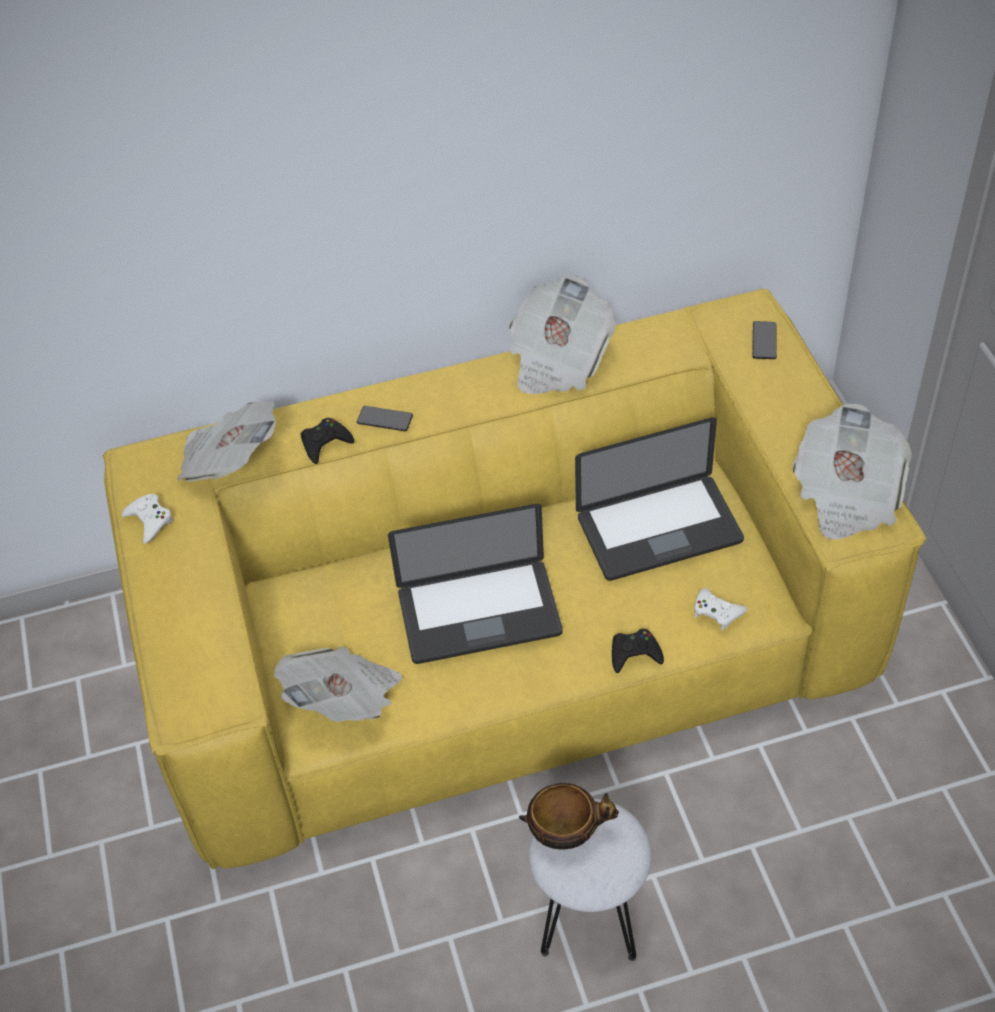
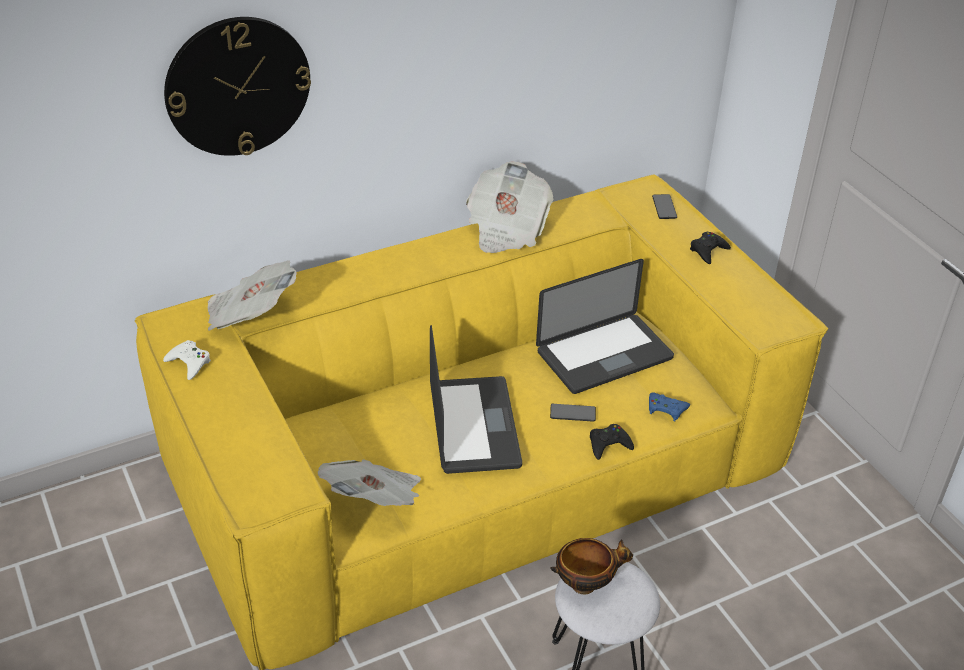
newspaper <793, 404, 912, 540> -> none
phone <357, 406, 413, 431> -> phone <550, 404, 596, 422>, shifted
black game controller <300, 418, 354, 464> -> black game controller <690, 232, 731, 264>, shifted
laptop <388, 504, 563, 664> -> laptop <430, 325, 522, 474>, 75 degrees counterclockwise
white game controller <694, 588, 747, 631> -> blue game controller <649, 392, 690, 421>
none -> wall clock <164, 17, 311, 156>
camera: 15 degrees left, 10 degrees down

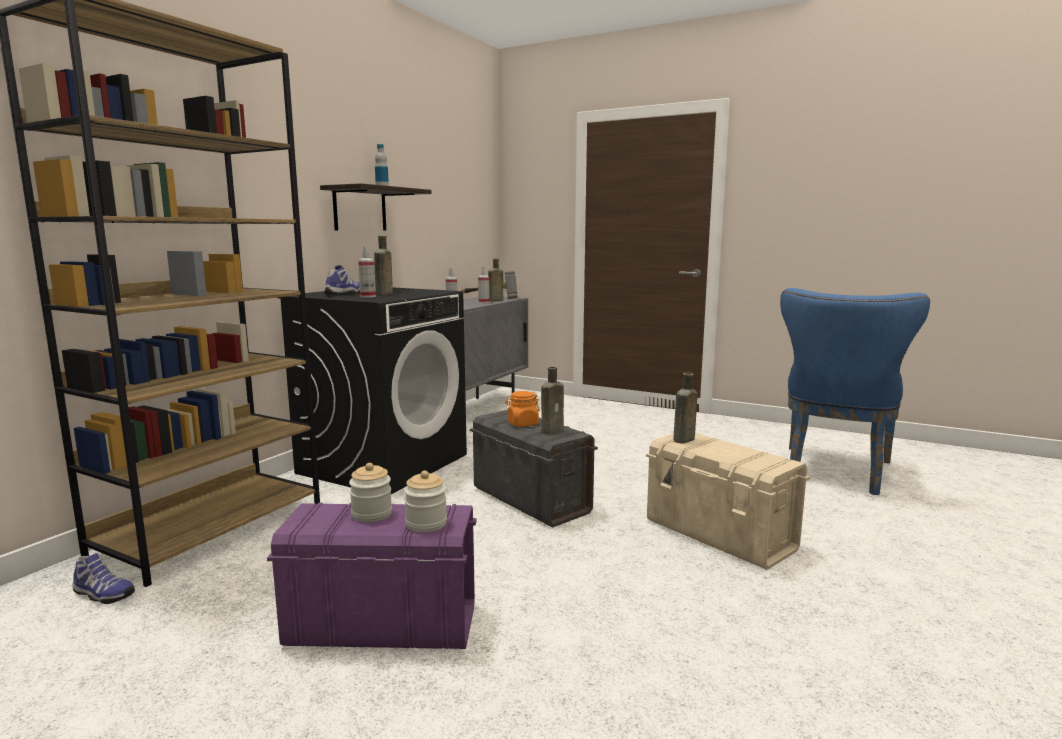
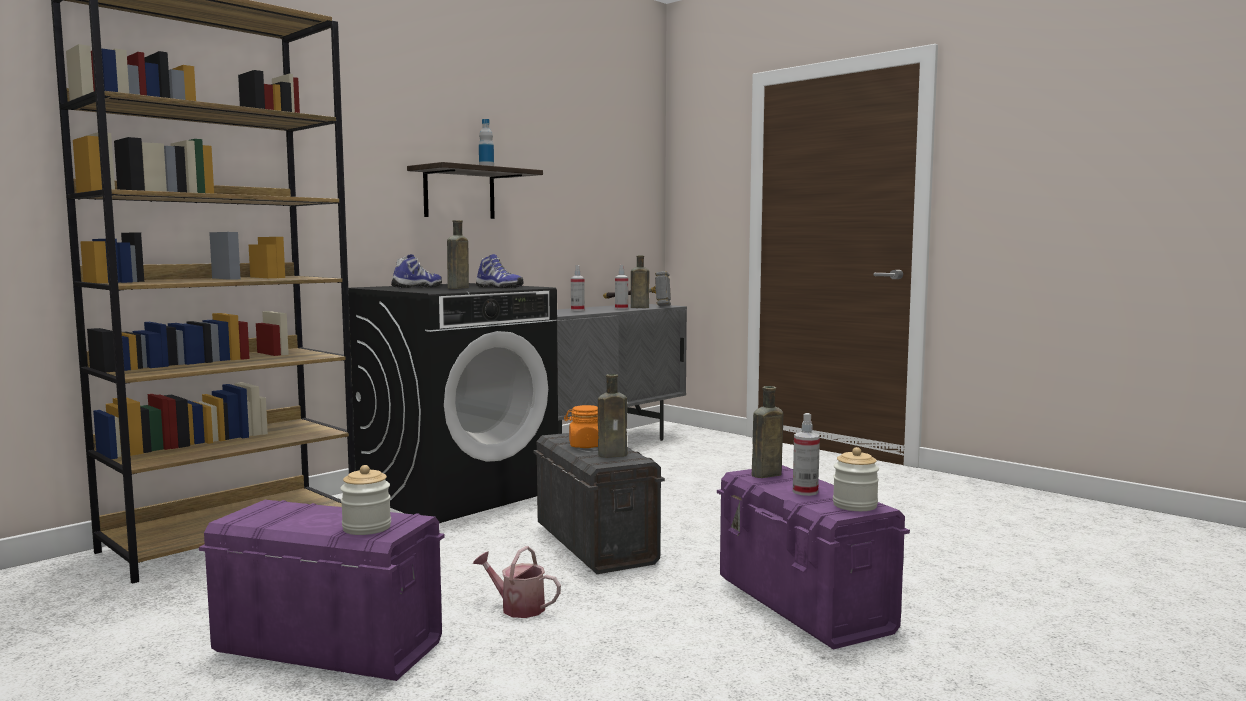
spray bottle <358, 246, 376, 298> -> spray bottle <793, 413, 820, 496>, shifted
blue chair <780, 288, 930, 495> -> none
beige storage box <646, 433, 810, 570> -> purple storage box <717, 465, 910, 649>
jar <349, 463, 392, 522> -> jar <833, 447, 879, 511>, shifted
shoe <72, 553, 135, 604> -> shoe <476, 254, 524, 288>, shifted
none -> watering can <473, 546, 561, 618>
camera: 15 degrees right, 5 degrees down

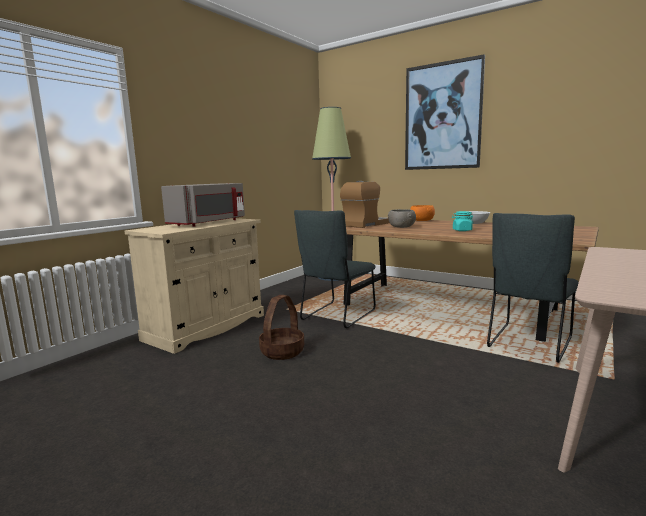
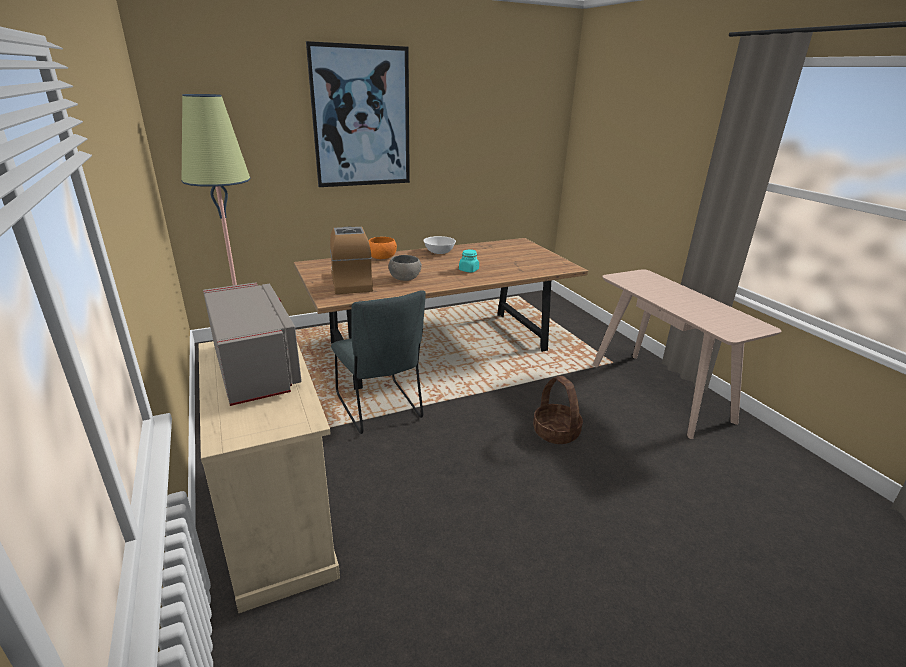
grey chair <487, 213, 579, 363> -> none
basket <259, 295, 304, 360> -> basket <533, 376, 583, 444>, shifted
camera: 60 degrees left, 15 degrees up

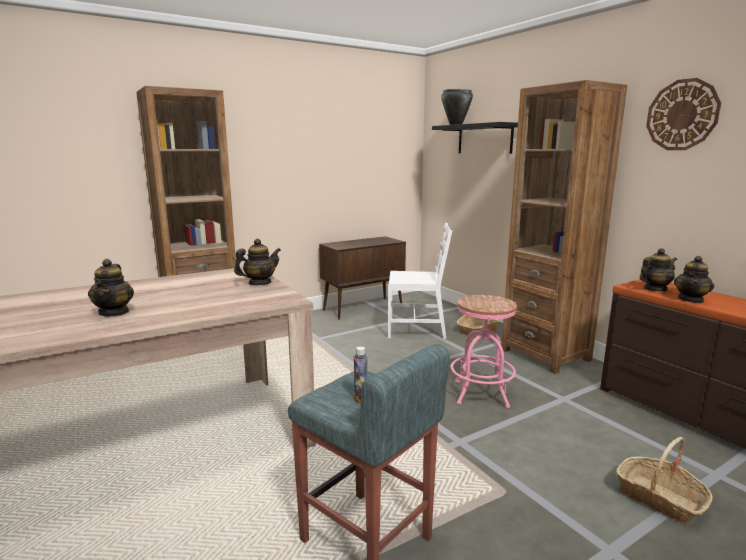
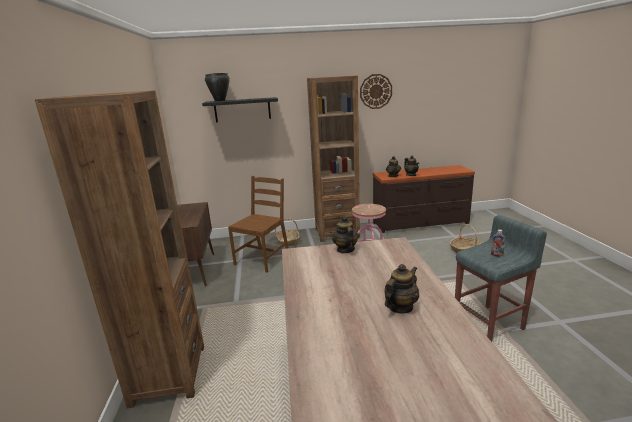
white chair <388, 223, 452, 339> -> brown chair <228, 176, 289, 273>
teapot <88, 259, 134, 317> -> teapot <385, 264, 419, 314>, 60 degrees counterclockwise
camera: 65 degrees left, 5 degrees up

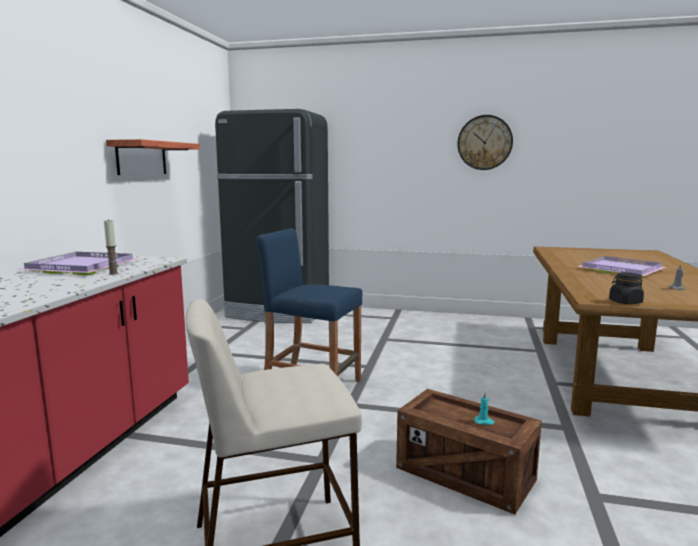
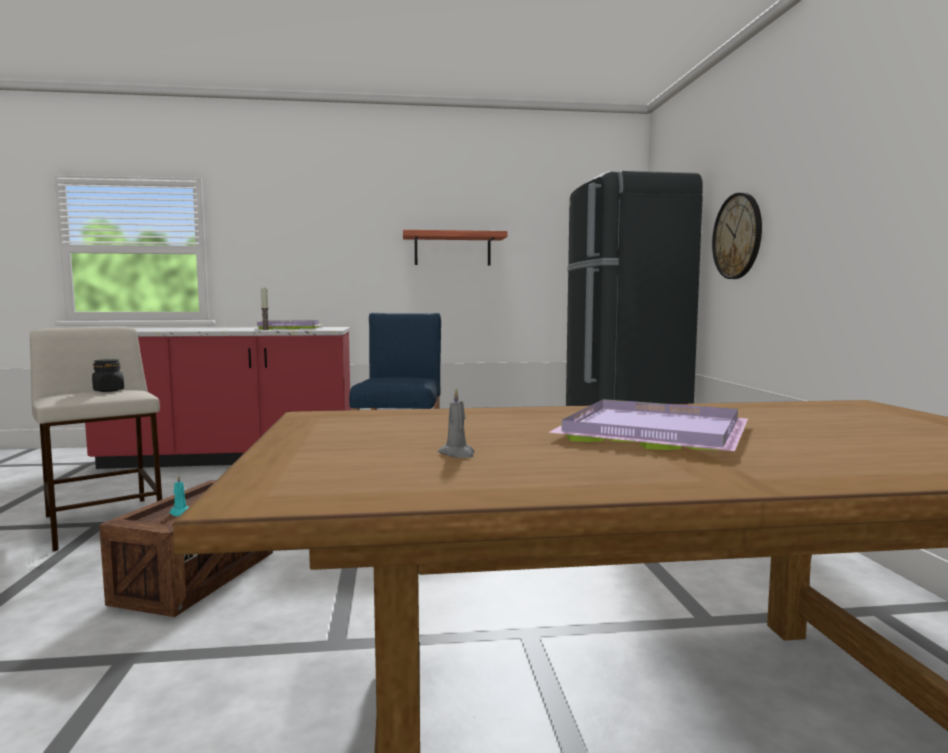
wall clock <457, 115, 513, 170> -> wall clock <712, 193, 762, 279>, shifted
black jar <609, 272, 644, 304> -> black jar <92, 359, 124, 392>, shifted
camera: 70 degrees right, 5 degrees down

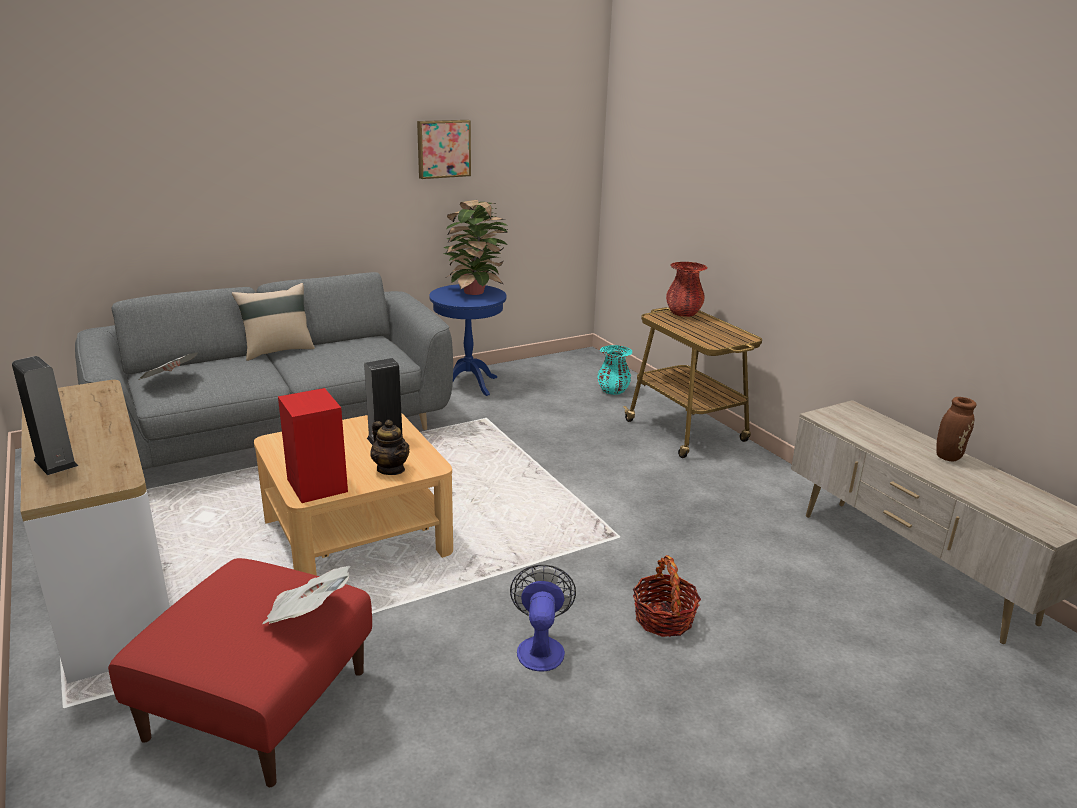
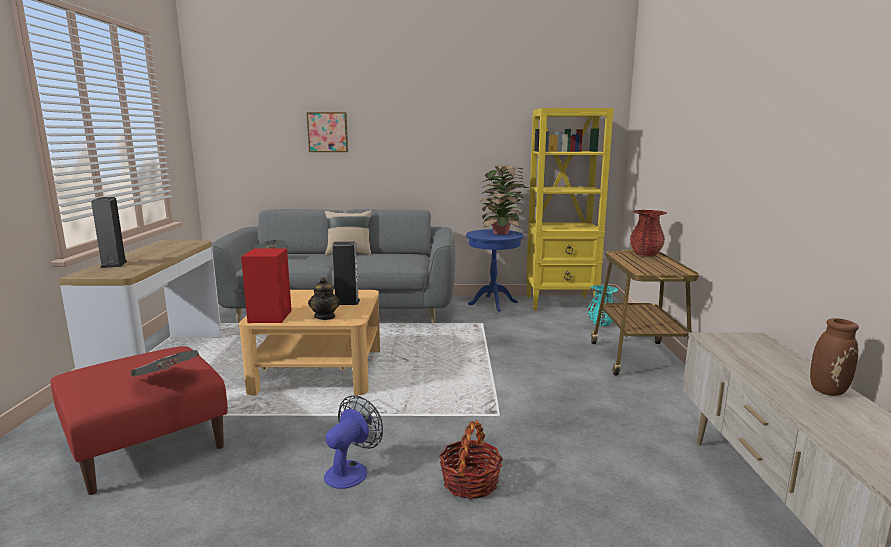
picture <417, 120, 471, 179> -> picture <306, 112, 348, 152>, shifted
none -> yellow bookcase <526, 108, 614, 311>
camera: 30 degrees right, 10 degrees down

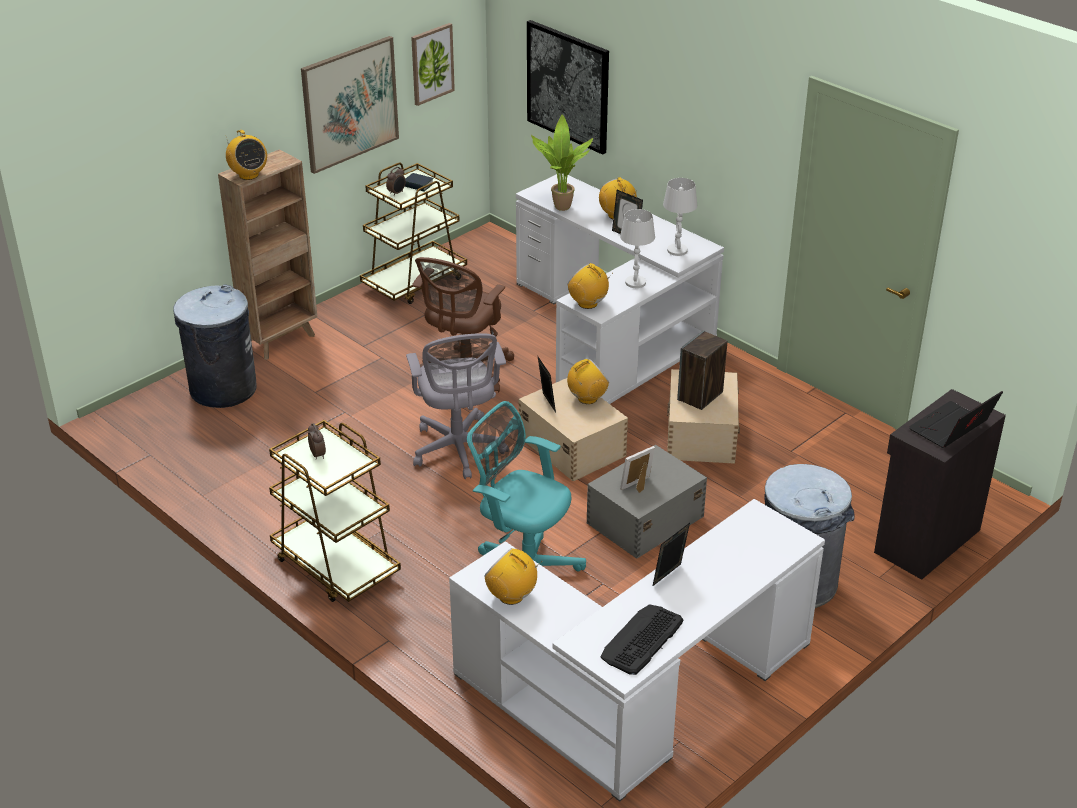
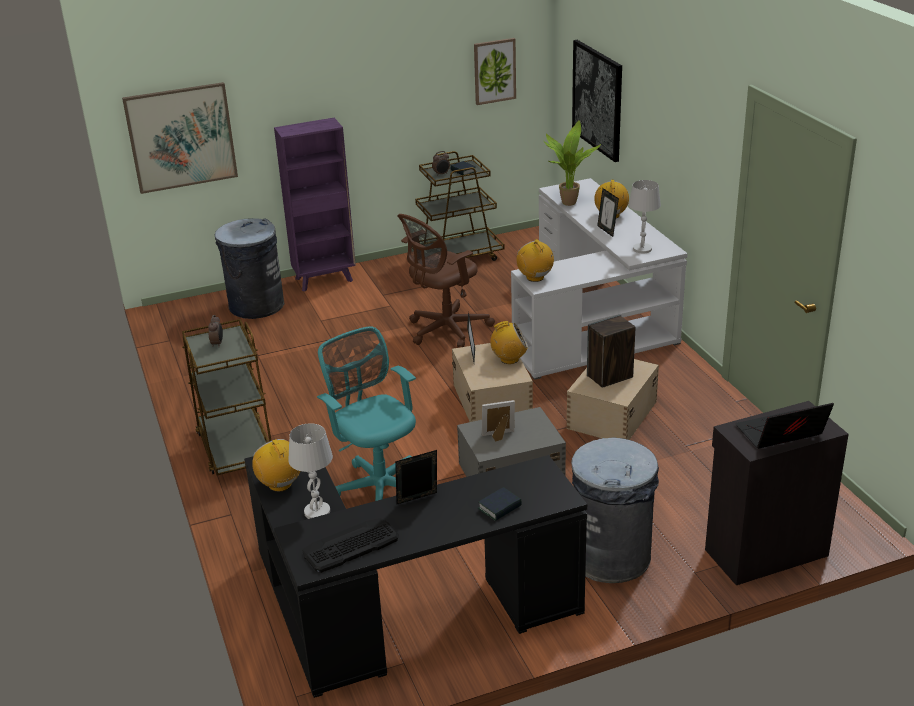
picture <301, 36, 399, 174> -> picture <122, 82, 238, 194>, shifted
radio <226, 130, 267, 180> -> none
brown bookcase <218, 149, 318, 360> -> purple bookcase <274, 118, 356, 291>
white table lamp <620, 209, 655, 288> -> white table lamp <288, 423, 333, 519>, shifted
grey office chair <406, 333, 506, 479> -> none
white desk <449, 499, 825, 802> -> black desk <244, 455, 587, 698>
none -> book <478, 487, 522, 521>
camera: 25 degrees right, 5 degrees down

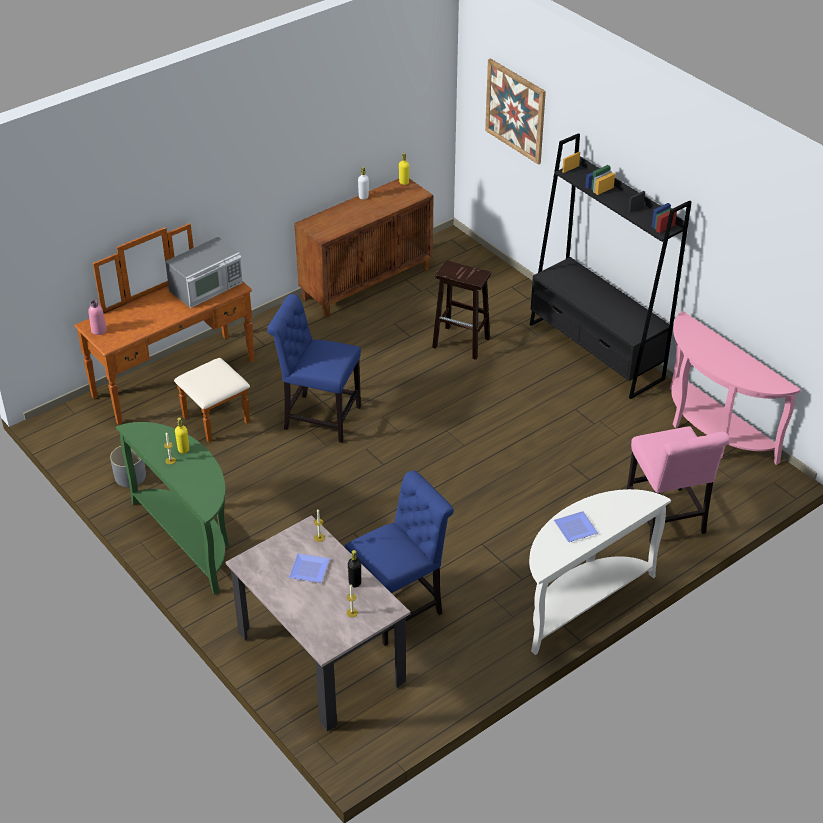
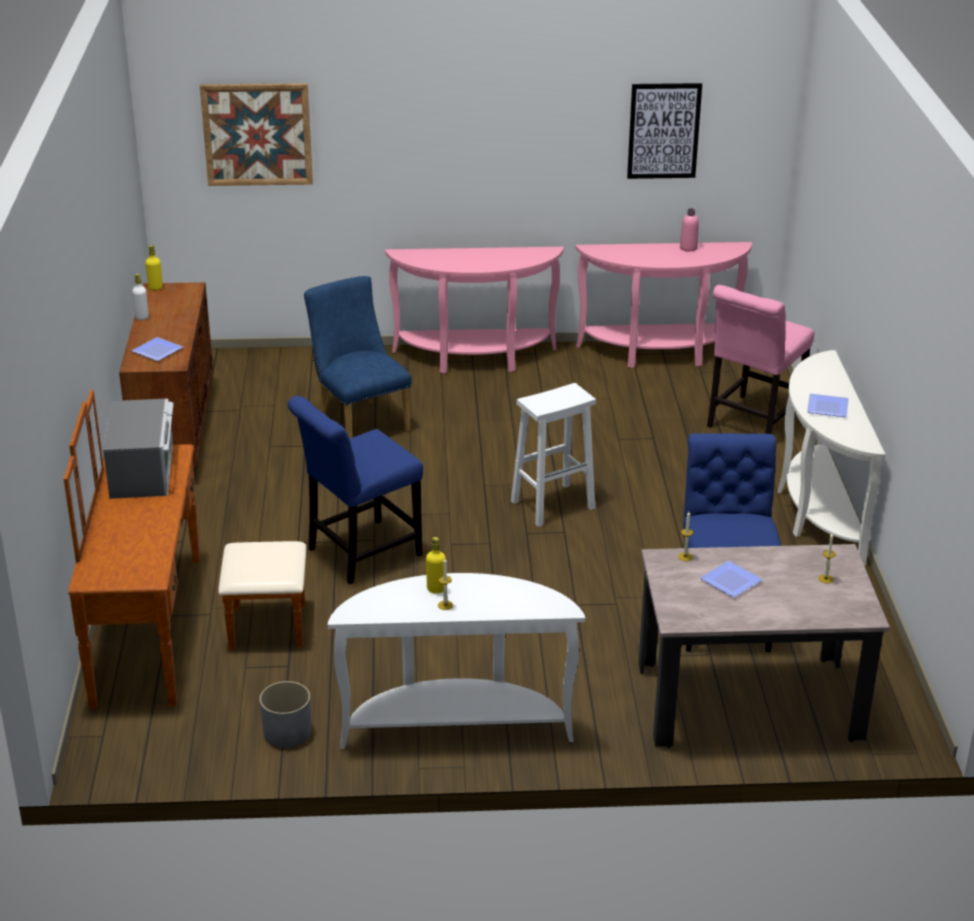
black bookcase <530, 133, 692, 399> -> pink console table <385, 247, 563, 374>
brown stool <432, 260, 491, 360> -> blue chair <304, 276, 412, 439>
pink bottle <89, 300, 107, 335> -> pink bottle <680, 208, 699, 251>, shifted
green console table <116, 422, 230, 594> -> white console table <328, 573, 585, 749>
pink chair <627, 426, 730, 543> -> pink chair <707, 285, 814, 434>, 105 degrees clockwise
black bottle <348, 550, 361, 587> -> none
none -> picture <627, 83, 702, 179>
none -> plate <131, 337, 183, 361>
none -> white stool <511, 383, 596, 527>
camera: 55 degrees left, 10 degrees down

